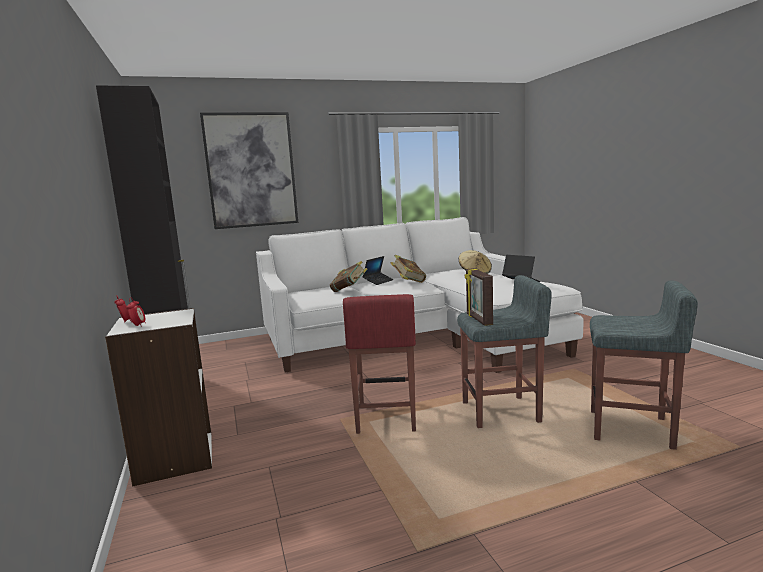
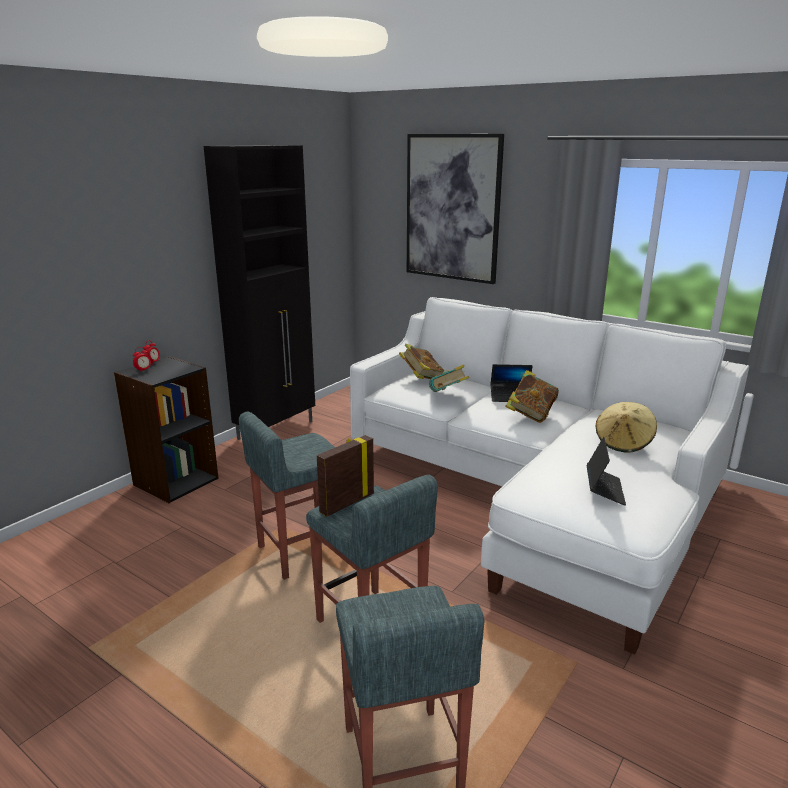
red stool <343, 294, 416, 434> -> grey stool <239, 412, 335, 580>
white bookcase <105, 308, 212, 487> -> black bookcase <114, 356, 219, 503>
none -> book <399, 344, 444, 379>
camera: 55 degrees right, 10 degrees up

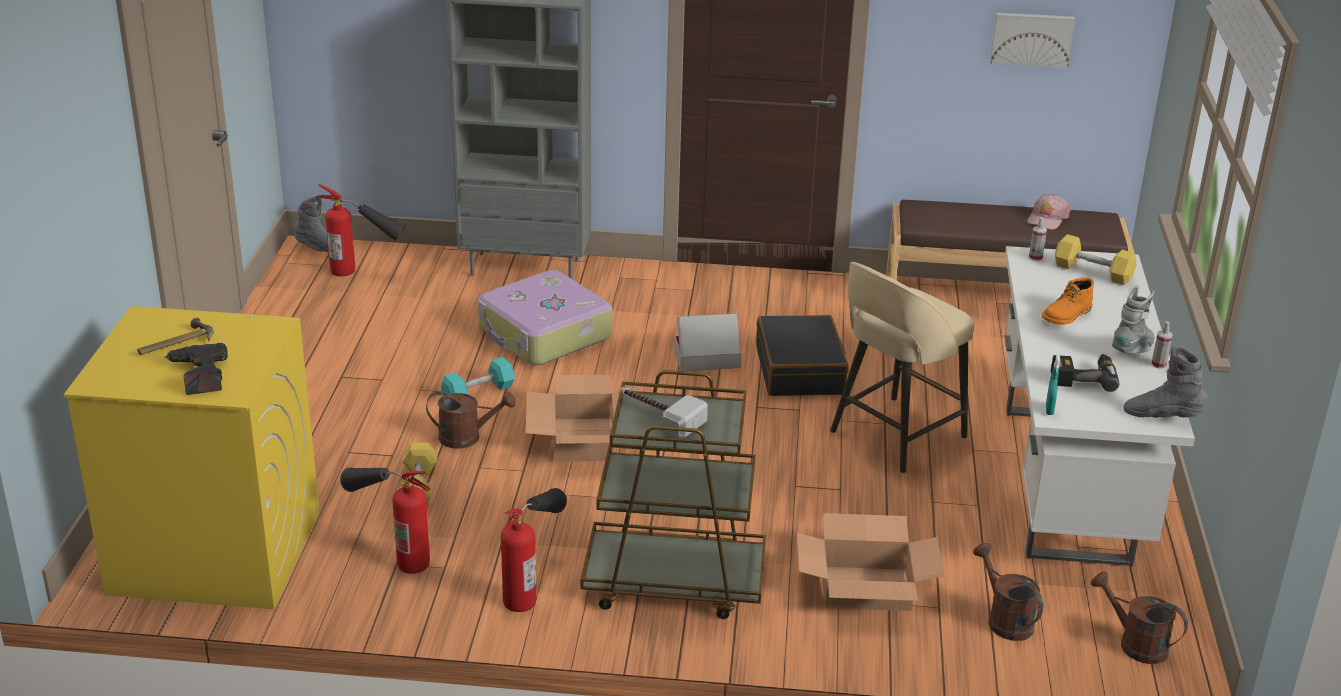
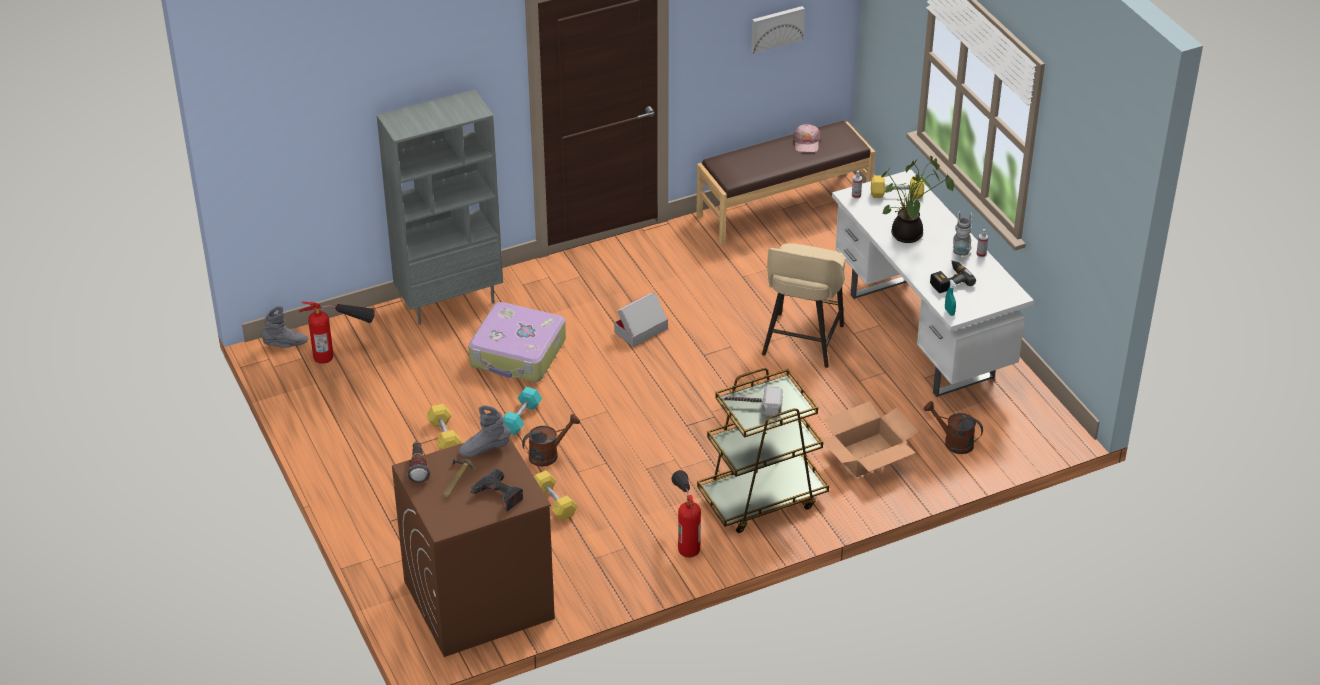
orange boot <1041, 277, 1094, 325> -> potted plant <881, 155, 954, 243>
yellow washing machine <64, 306, 319, 609> -> brown washing machine <392, 438, 555, 657>
black suitcase <756, 315, 849, 396> -> none
grey boot <1123, 346, 1208, 418> -> grey boot <459, 405, 511, 457>, shifted
cardboard box <526, 375, 640, 462> -> none
fire extinguisher <340, 467, 430, 574> -> none
brown watering can <1091, 571, 1188, 664> -> none
none -> yellow dumbbell <427, 404, 461, 450>
none -> flashlight <407, 441, 430, 483>
camera: 30 degrees left, 10 degrees up

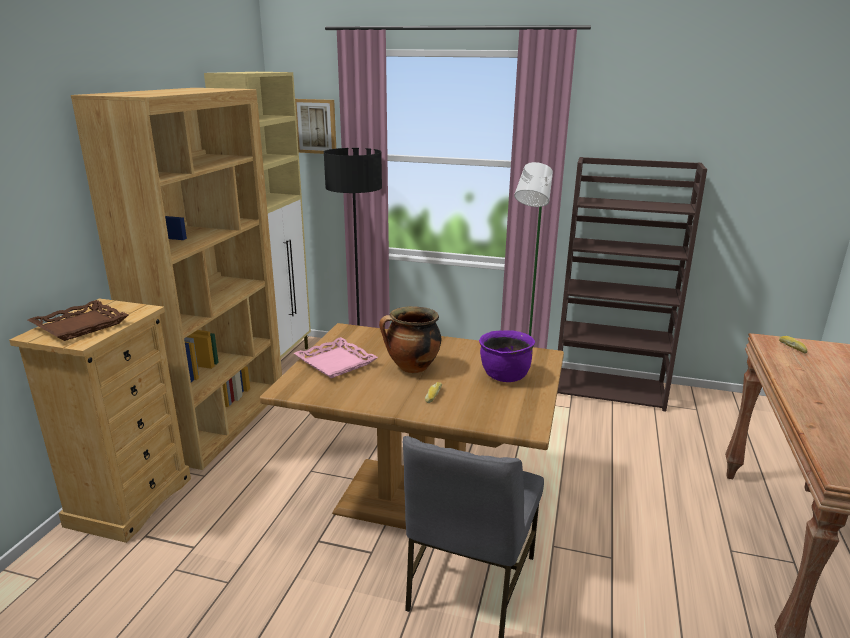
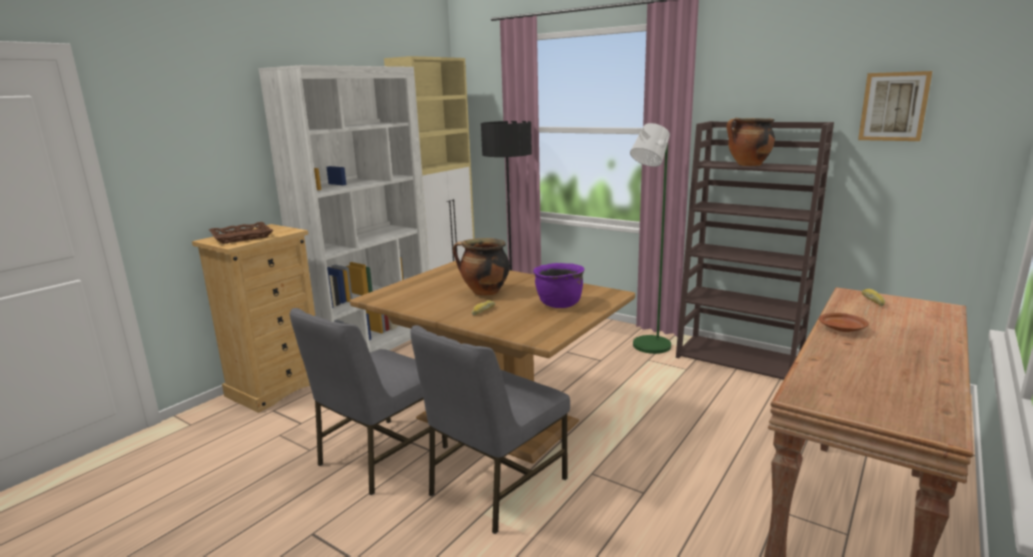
brown bookcase <71, 88, 282, 470> -> white bookcase <258, 65, 430, 353>
picture <295, 99, 336, 154> -> picture <858, 71, 932, 141>, shifted
pink tray <294, 337, 378, 378> -> none
none -> cooking pot <727, 118, 775, 166>
none -> grey chair <290, 308, 448, 496>
none -> brown plate <819, 313, 869, 332>
camera: 20 degrees right, 5 degrees down

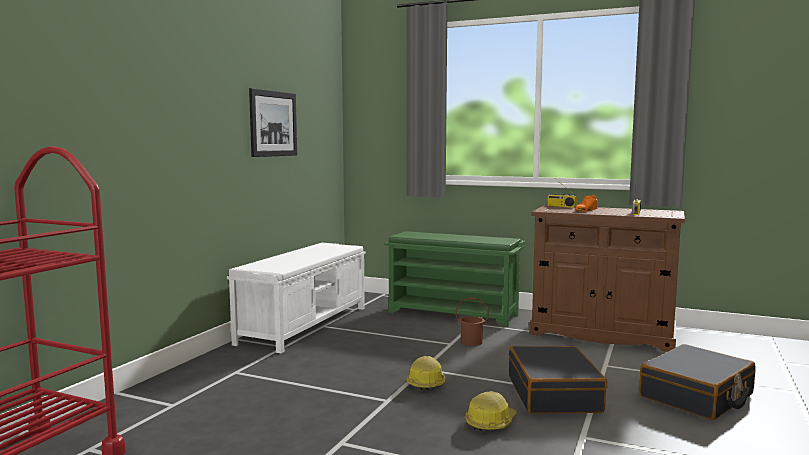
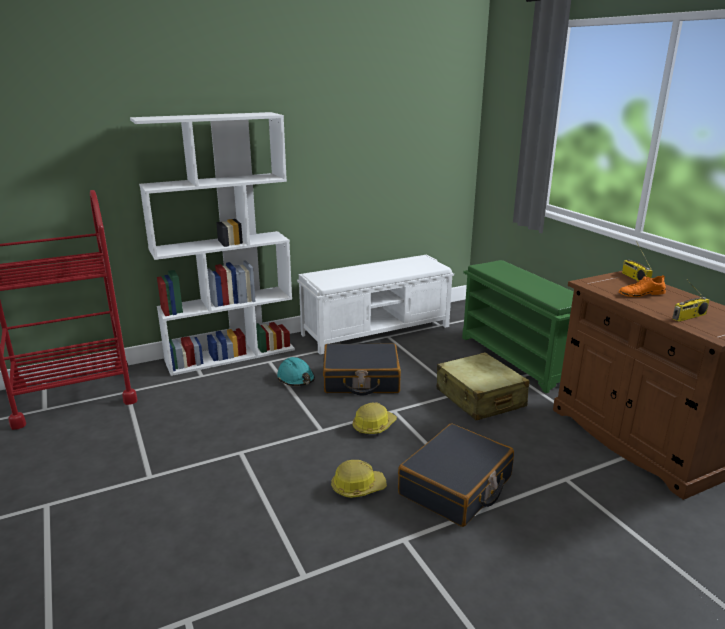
picture <249, 88, 297, 157> -> none
brown bucket <455, 298, 489, 346> -> beige suitcase <437, 352, 530, 420>
black suitcase <639, 344, 756, 420> -> black suitcase <323, 343, 401, 395>, shifted
none -> white bookcase <130, 112, 295, 376>
none -> turquoise hard hat <277, 357, 315, 386>
camera: 40 degrees right, 15 degrees up

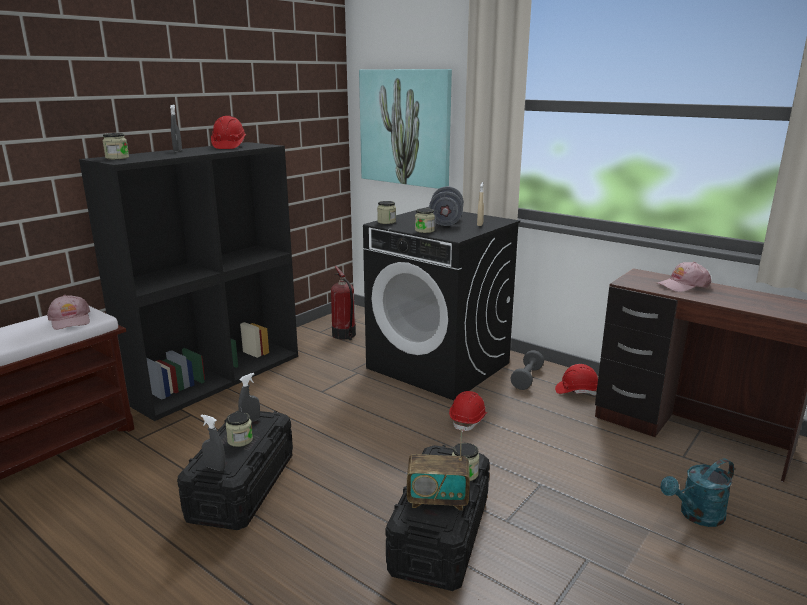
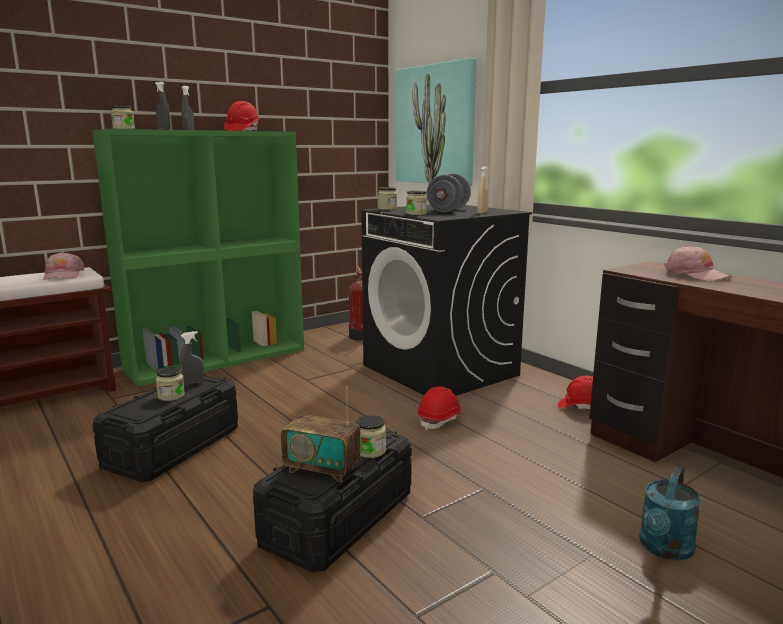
black bookcase <79, 142, 298, 421> -> green bookcase <92, 129, 304, 386>
pink cap <657, 262, 711, 292> -> pink cap <664, 245, 731, 281>, 120 degrees counterclockwise
grey dumbbell <511, 350, 544, 390> -> none
grey spray bottle <201, 415, 226, 471> -> grey spray bottle <155, 82, 171, 130>, shifted
turquoise watering can <660, 458, 734, 527> -> turquoise watering can <639, 466, 701, 560>, 45 degrees counterclockwise
camera: 15 degrees right, 5 degrees down

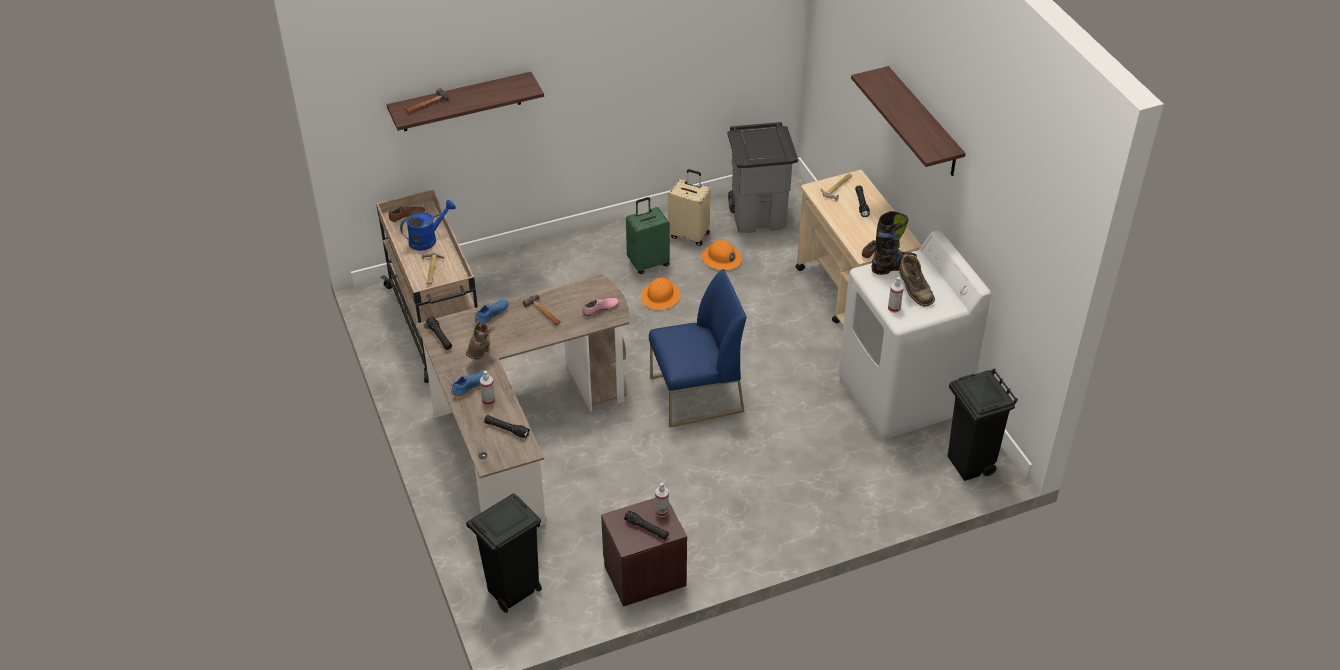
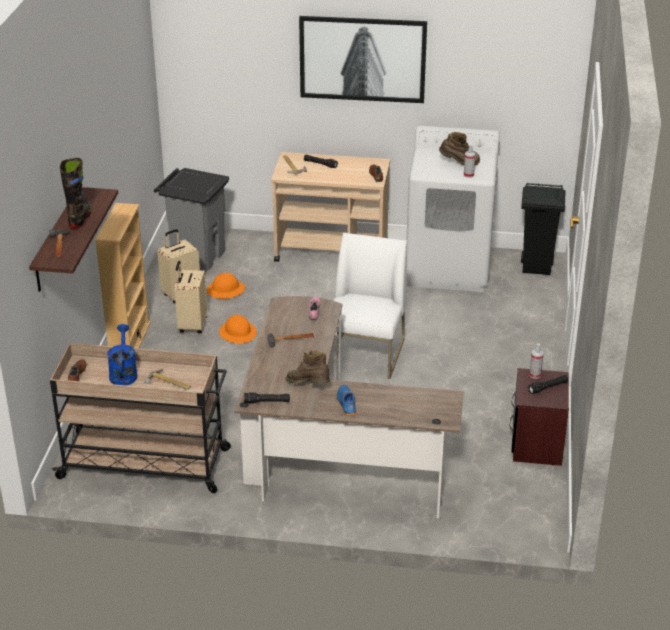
shelf <851, 66, 966, 176> -> picture <299, 16, 427, 103>
green suitcase <626, 197, 670, 274> -> beige suitcase <174, 261, 207, 333>
black boot <871, 211, 917, 275> -> black boot <60, 158, 92, 229>, shifted
blue chair <649, 269, 747, 427> -> white chair <333, 233, 407, 379>
blue shoe <475, 300, 509, 327> -> none
spray bottle <480, 371, 495, 406> -> none
black flashlight <484, 415, 530, 438> -> none
black trash can <466, 493, 542, 613> -> none
none -> beige bookcase <95, 203, 151, 349>
camera: 60 degrees left, 10 degrees down

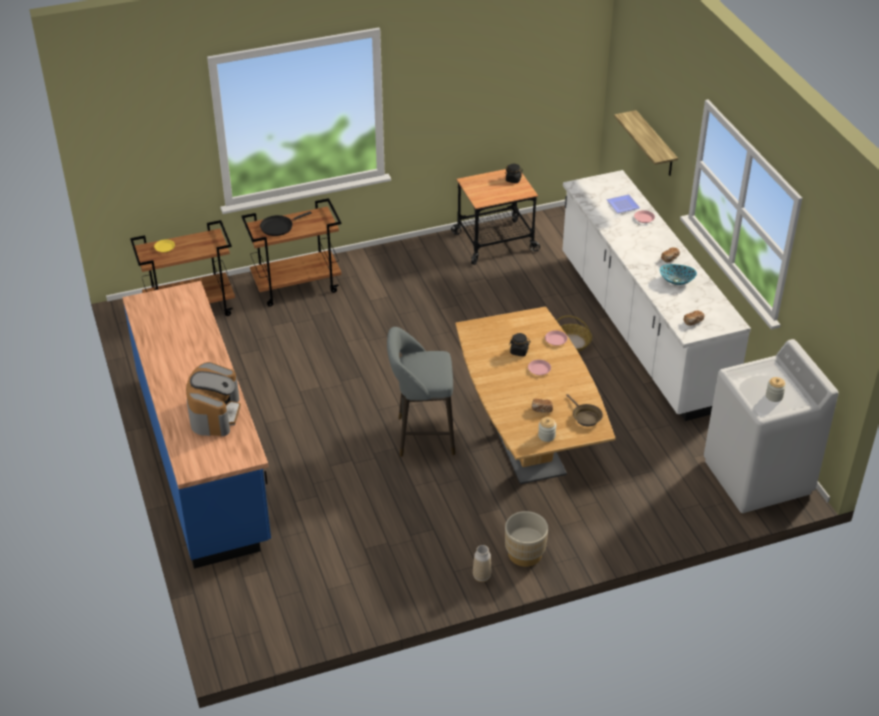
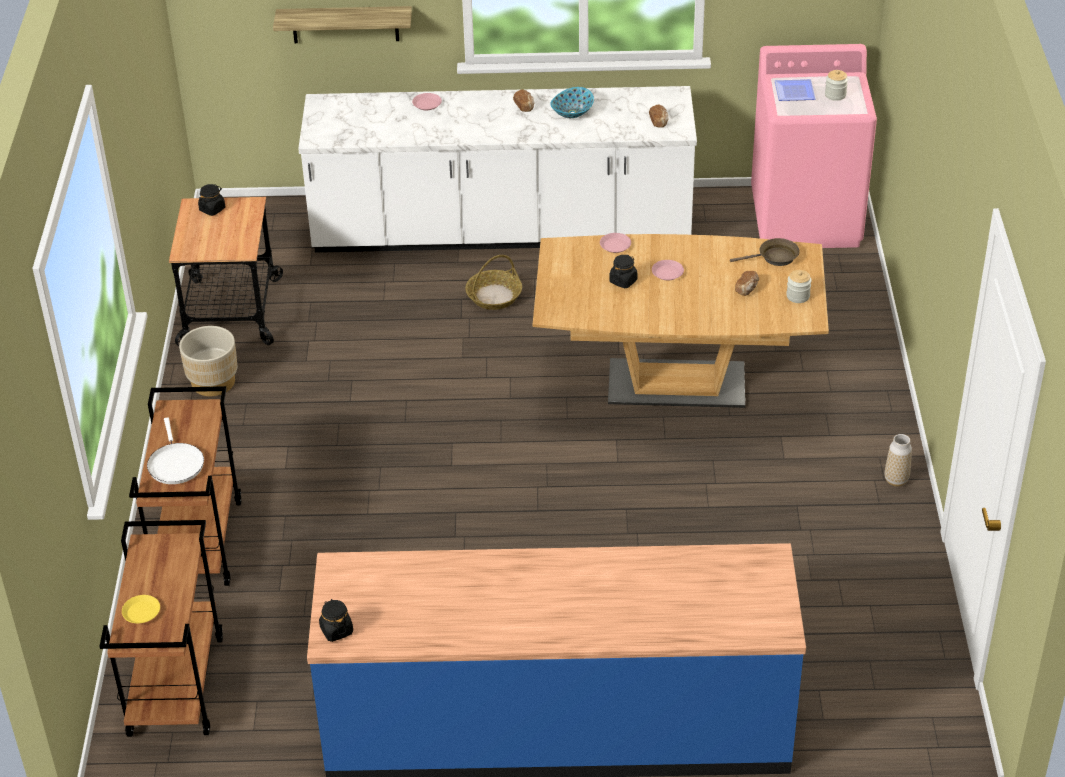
plate <606, 194, 640, 213> -> plate <775, 79, 816, 101>, shifted
black frying pan <260, 211, 312, 236> -> white frying pan <147, 417, 204, 484>
grey stool <387, 327, 455, 457> -> none
white washing machine <704, 339, 839, 513> -> pink washing machine <751, 44, 877, 248>
coffee machine <186, 362, 241, 436> -> none
beige planter <505, 511, 548, 567> -> beige planter <179, 326, 237, 396>, shifted
none -> black jar <319, 599, 353, 642>
camera: 70 degrees left, 0 degrees up

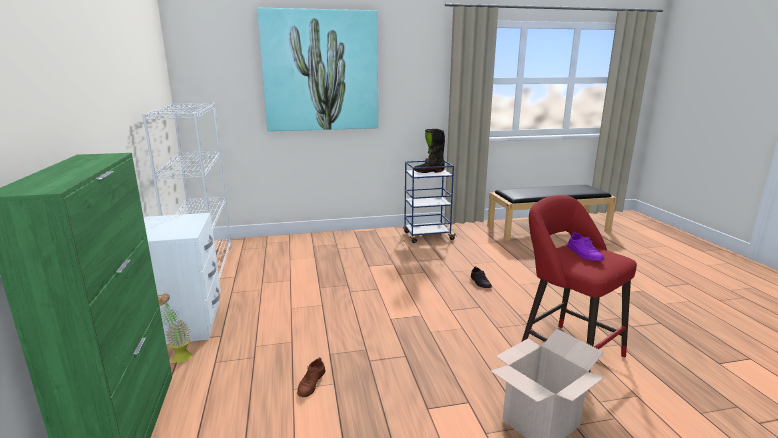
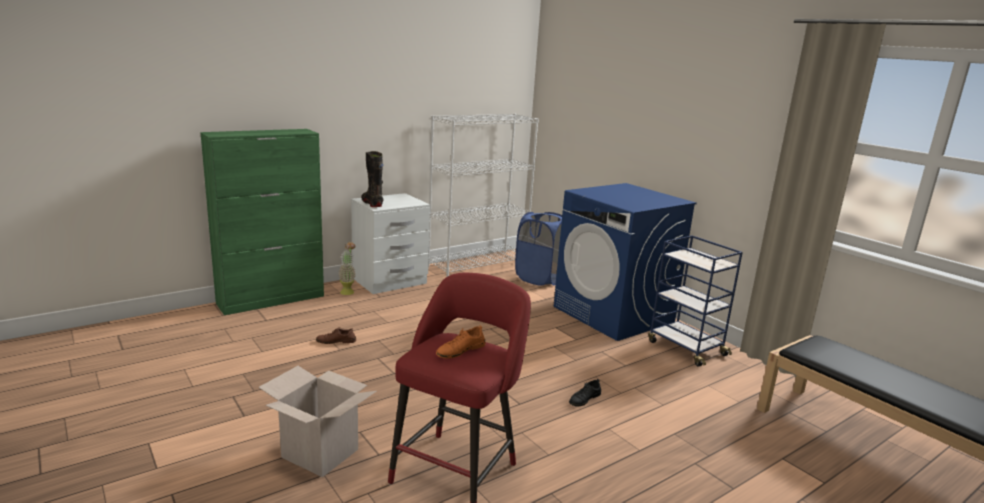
picture <257, 8, 378, 131> -> none
black boot <414, 129, 445, 173> -> black boot <361, 151, 384, 207>, shifted
purple shoe <567, 232, 604, 261> -> orange shoe <436, 325, 485, 359>
none -> blue washing machine <553, 183, 697, 341>
none -> blue laundry basket <515, 212, 562, 286>
camera: 65 degrees right, 0 degrees up

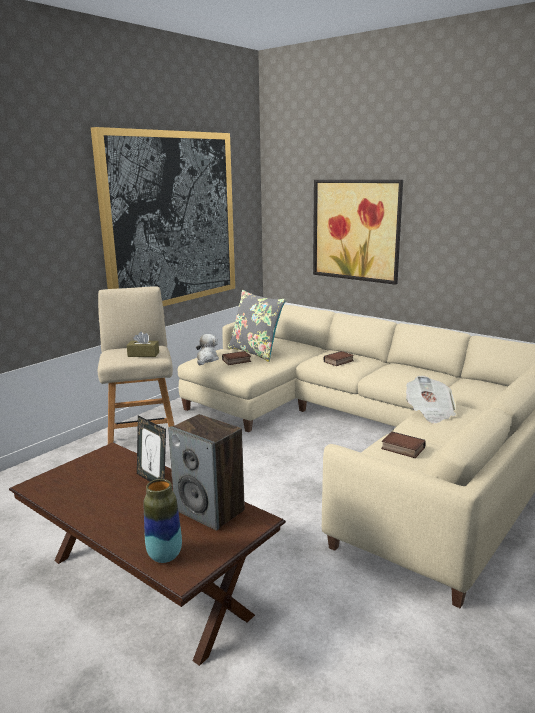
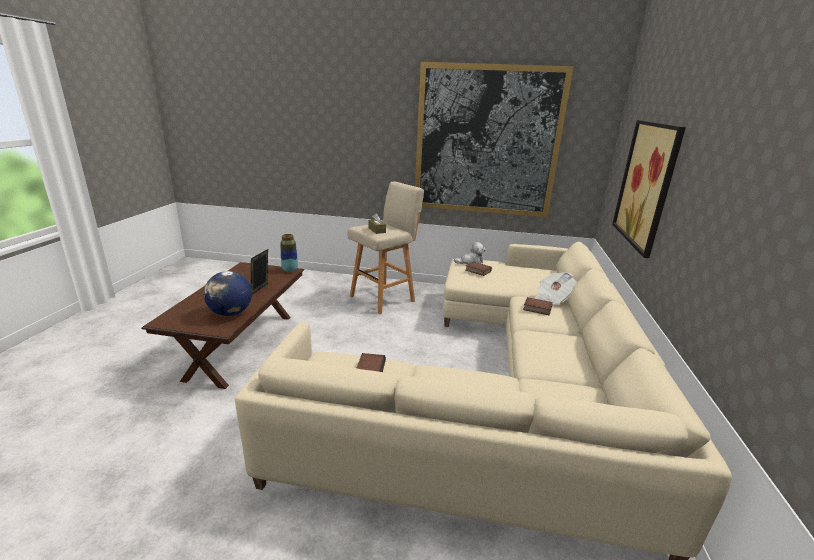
grey pillow <228, 290, 286, 362> -> none
newspaper <406, 376, 456, 424> -> newspaper <535, 272, 577, 305>, shifted
speaker <168, 414, 245, 531> -> globe <204, 271, 252, 316>
vase <144, 479, 182, 563> -> vase <281, 234, 298, 272>, shifted
camera: 60 degrees right, 5 degrees up

